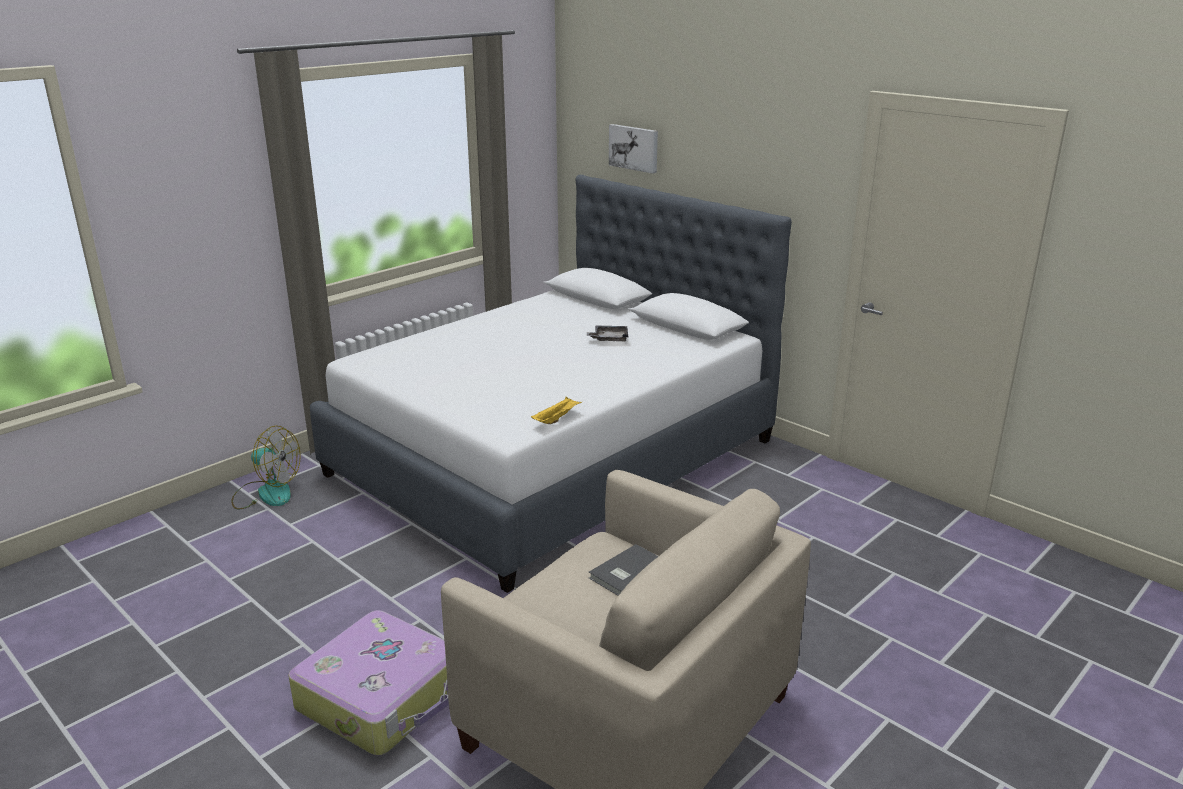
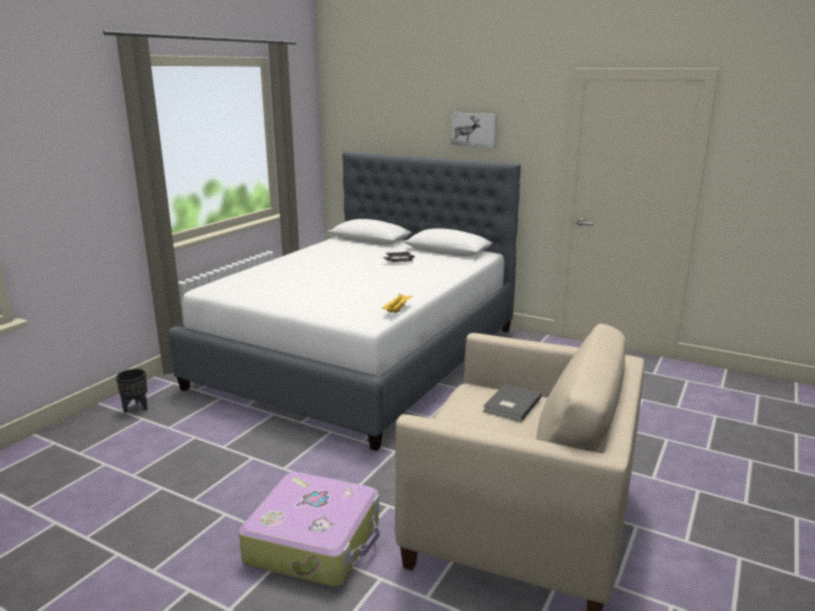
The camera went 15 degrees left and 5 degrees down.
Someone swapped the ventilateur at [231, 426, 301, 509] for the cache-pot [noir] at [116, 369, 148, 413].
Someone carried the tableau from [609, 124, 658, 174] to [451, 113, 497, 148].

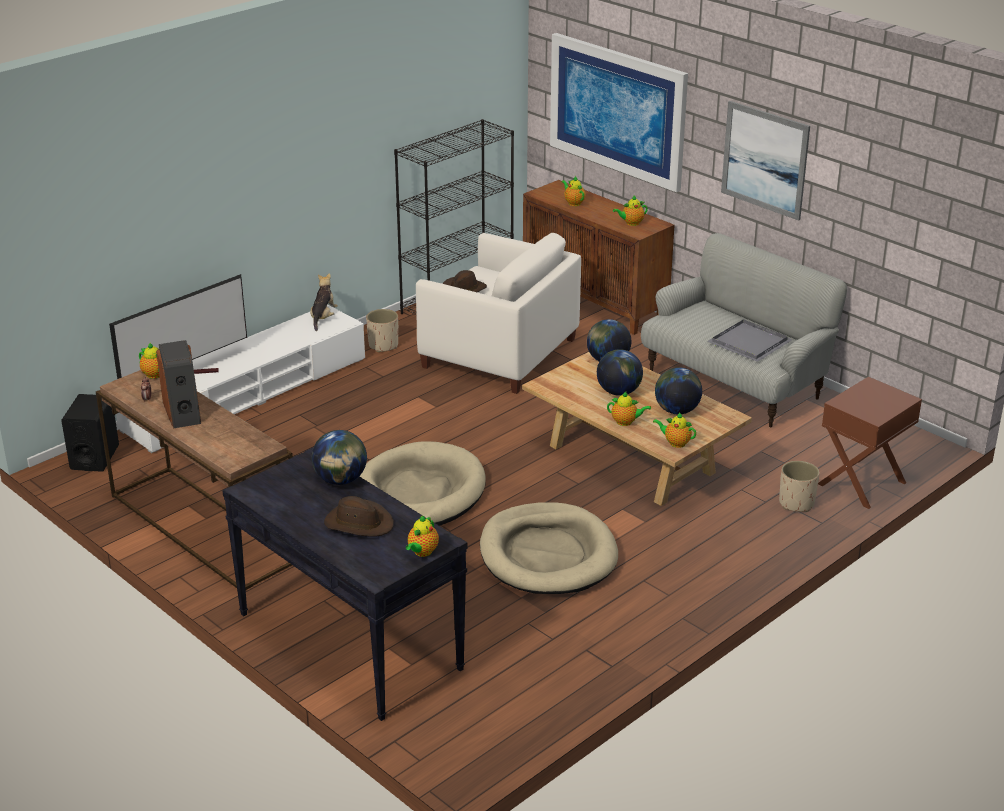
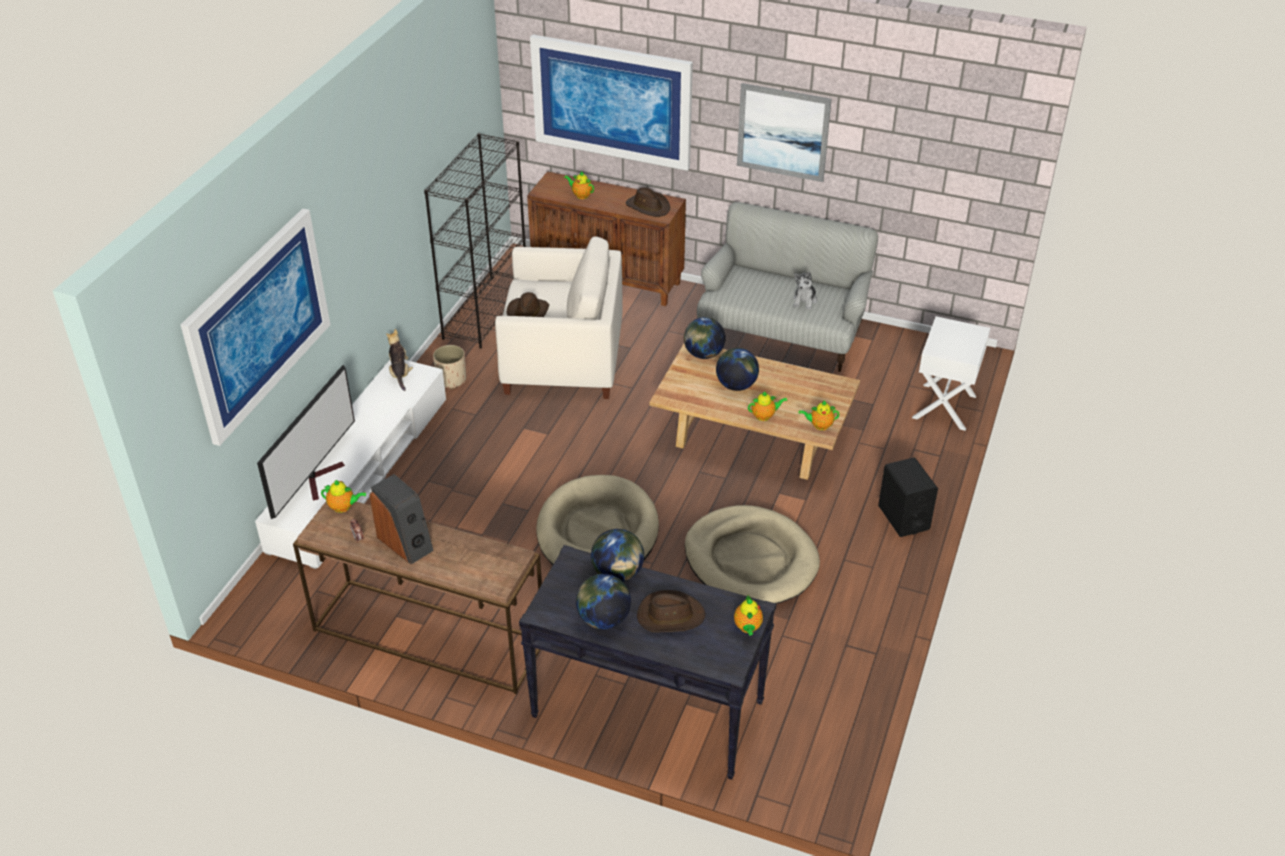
The camera went 25 degrees left and 10 degrees up.
Someone carried the enceinte [noir] from [61, 394, 119, 472] to [878, 457, 938, 537].
Someone swapped the théière at [613, 196, 648, 226] for the chapeau [marron] at [626, 187, 670, 217].
Someone carried the globe from [655, 367, 702, 414] to [576, 574, 631, 629].
Someone swapped the plateau [gris] at [707, 319, 792, 362] for the peluche at [793, 271, 817, 310].
Someone took away the cache-pot [beige] at [779, 461, 820, 512].
Someone repainted the table de chevet [marron] at [818, 377, 922, 509], which became the table de chevet [blanc] at [912, 316, 990, 431].
Someone put up the tableau at [181, 208, 330, 446].

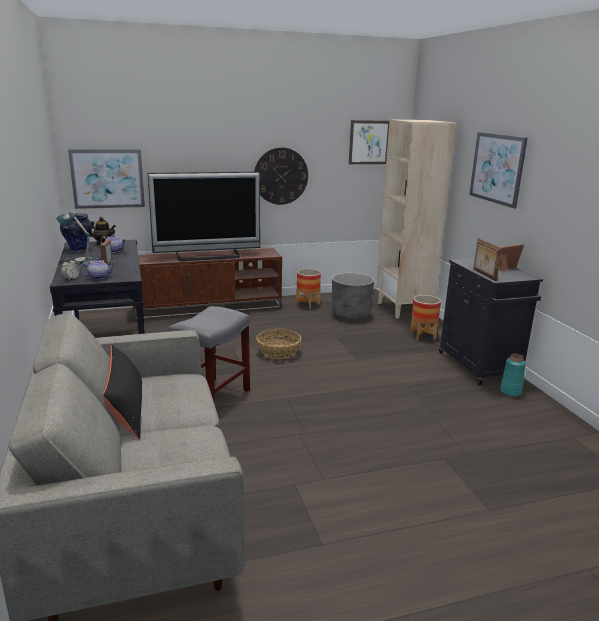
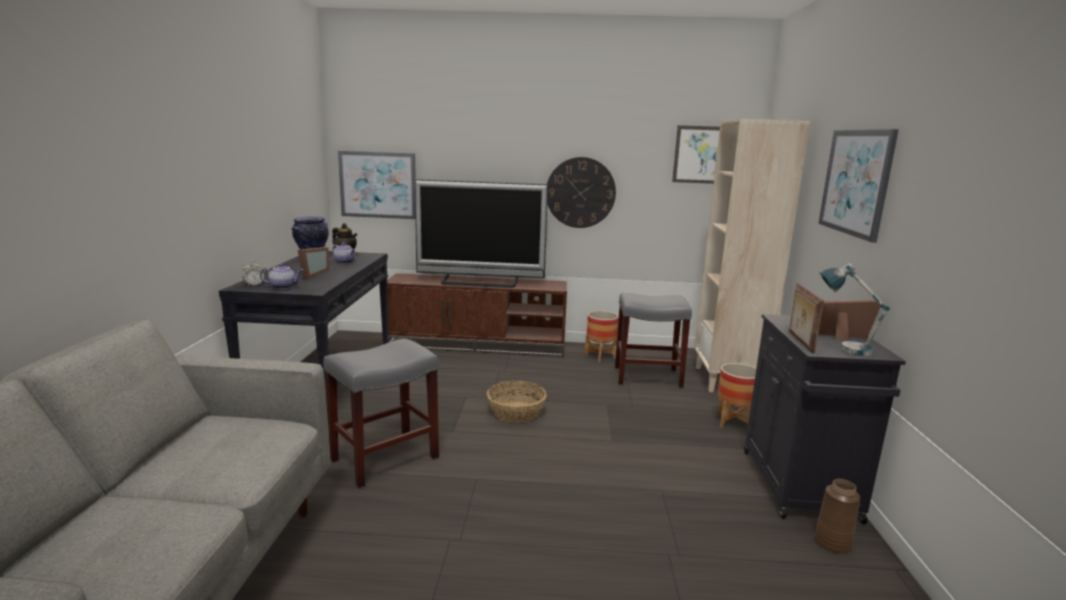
The camera went 20 degrees right and 5 degrees down.
Someone carried the lampe de table from [56, 211, 93, 264] to [819, 263, 890, 356].
Someone took away the coussin [noir] at [103, 344, 142, 439].
Someone swapped the cache-pot [gris] at [332, 273, 374, 320] for the tabouret [gris] at [615, 293, 692, 388].
Someone repainted the vase [turquoise] at [500, 354, 526, 397], which became the vase [marron] at [814, 479, 861, 553].

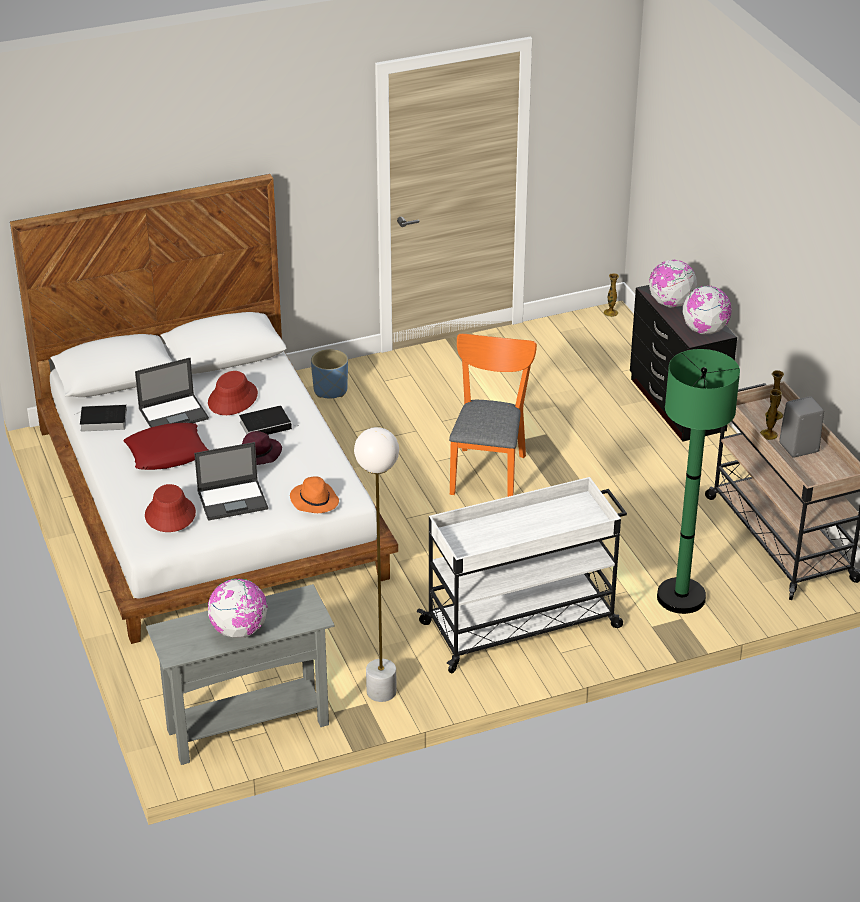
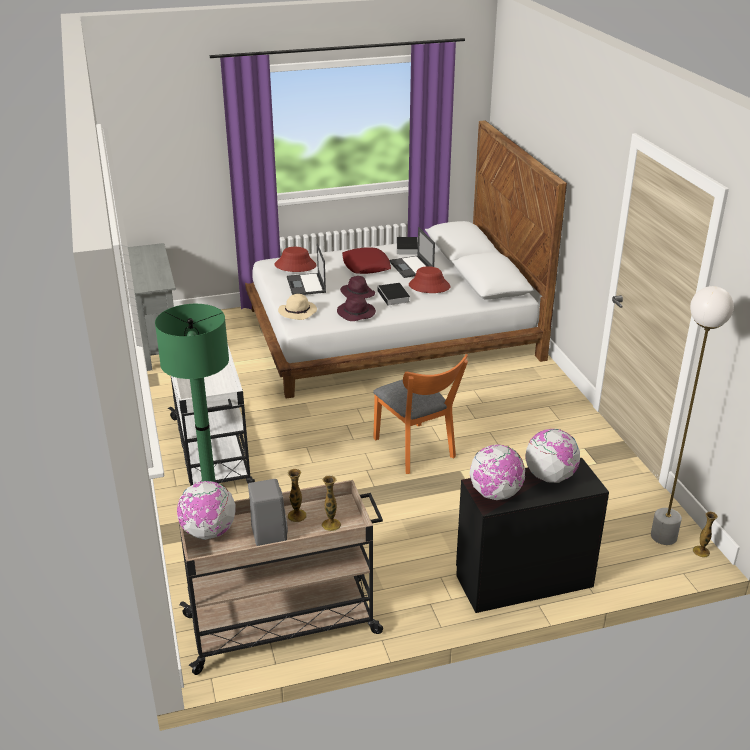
The camera went 95 degrees right and 5 degrees down.
Someone carried the globe from [208, 578, 268, 638] to [177, 481, 236, 540].
Someone repainted the chapeau [orange] at [290, 476, 339, 513], which became the chapeau [beige] at [278, 294, 317, 320].
Someone took away the cache-pot [bleu] at [311, 349, 348, 398].
Someone carried the lampadaire [blanc] from [354, 427, 399, 702] to [651, 286, 734, 545].
Someone rotated the chaise [orange] at [449, 334, 537, 497] by 45 degrees clockwise.
Someone put down the chapeau [violet] at [337, 295, 376, 321].

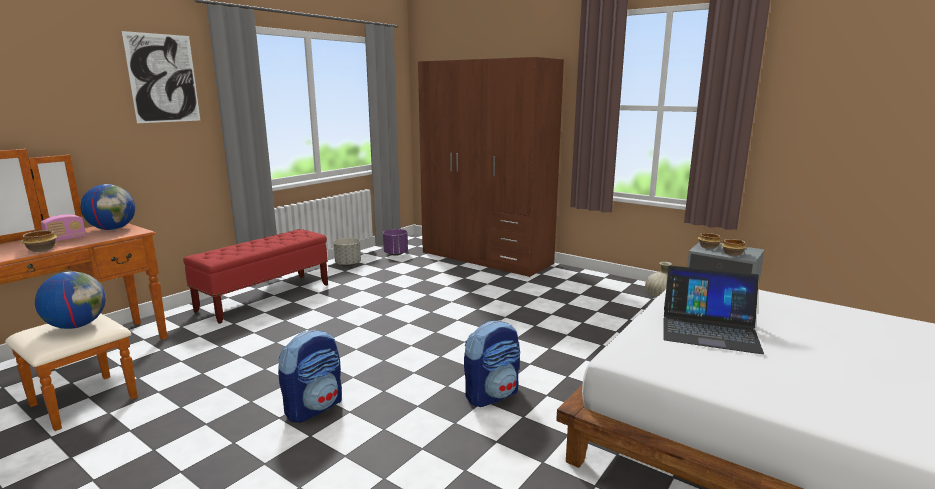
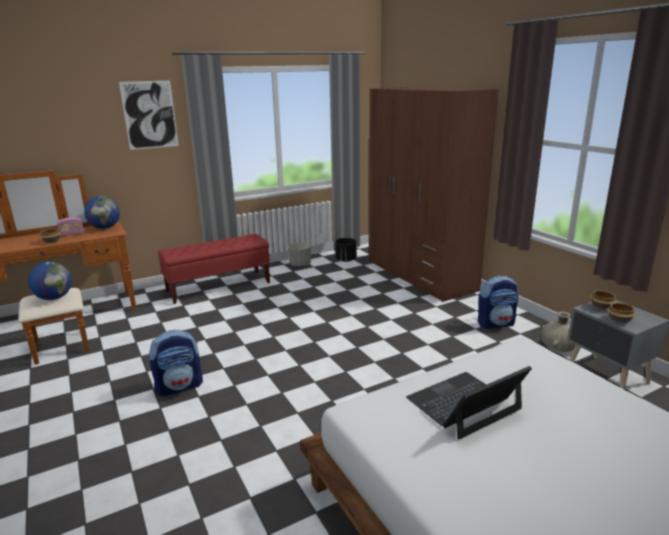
The camera went 25 degrees right and 5 degrees up.
Someone repainted the cache-pot [violet] at [383, 229, 408, 256], which became the cache-pot [noir] at [335, 238, 357, 262].
Someone carried the sac à dos from [464, 320, 520, 407] to [478, 276, 518, 329].
Someone rotated the ordinateur portable at [663, 266, 764, 354] by 105 degrees clockwise.

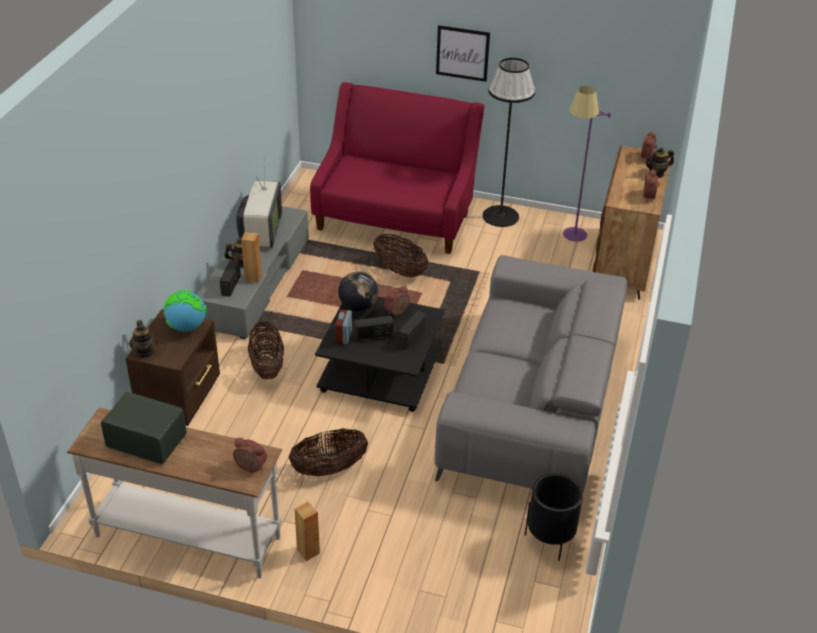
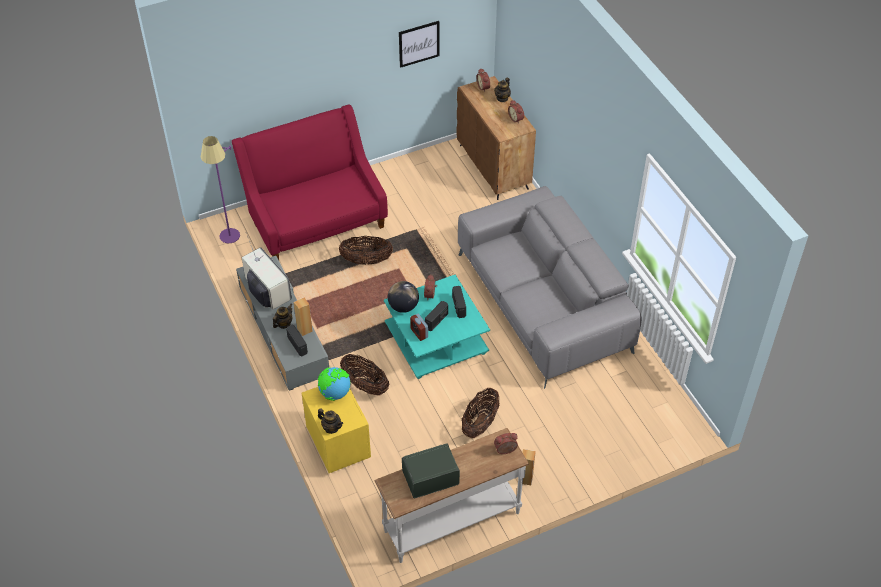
The camera went 40 degrees left and 10 degrees up.
Someone repainted the table de chevet [marron] at [126, 309, 220, 426], which became the table de chevet [jaune] at [302, 387, 371, 473].
Someone repainted the table basse [noir] at [315, 297, 445, 412], which became the table basse [turquoise] at [384, 275, 490, 379].
Someone carried the tableau from [436, 25, 490, 82] to [399, 21, 439, 68].
Someone took away the lampadaire [noir] at [482, 58, 535, 227].
Someone took away the cache-pot [noir] at [525, 473, 583, 561].
Someone carried the lampadaire [violet] from [563, 86, 611, 242] to [201, 136, 240, 243].

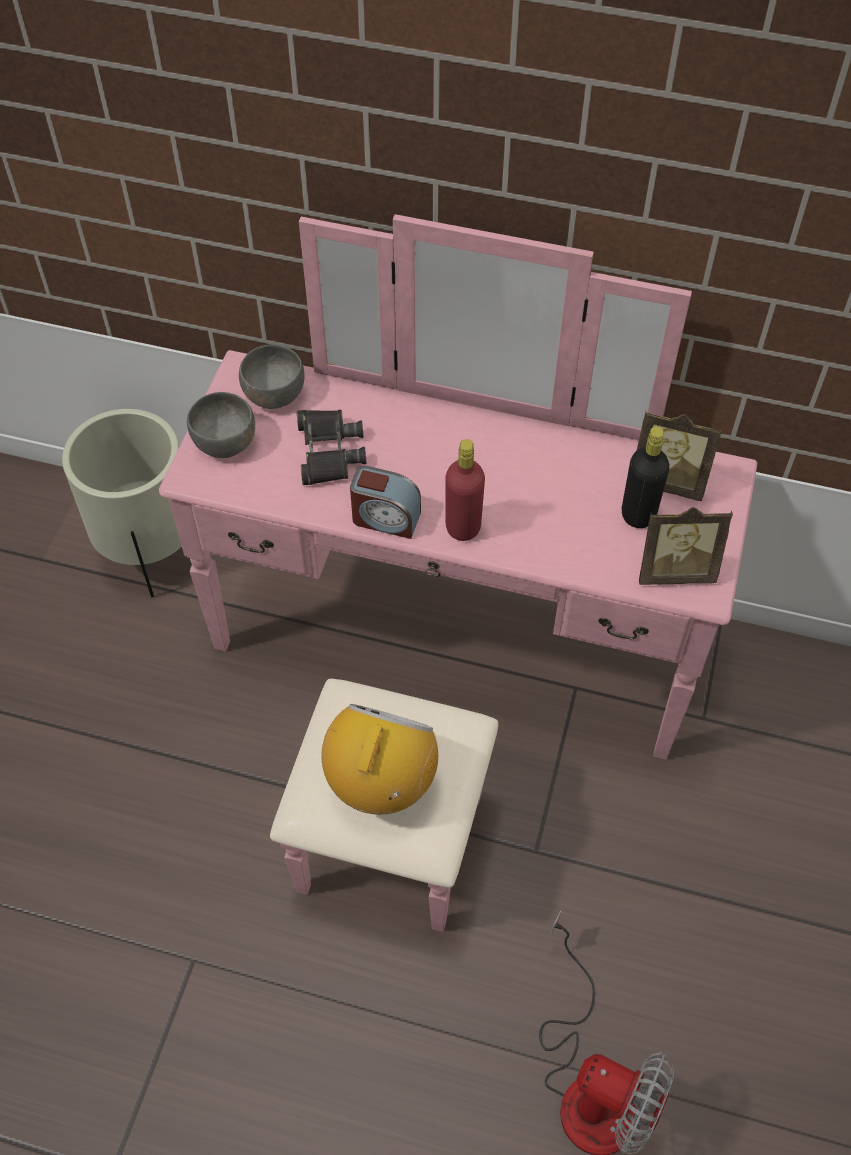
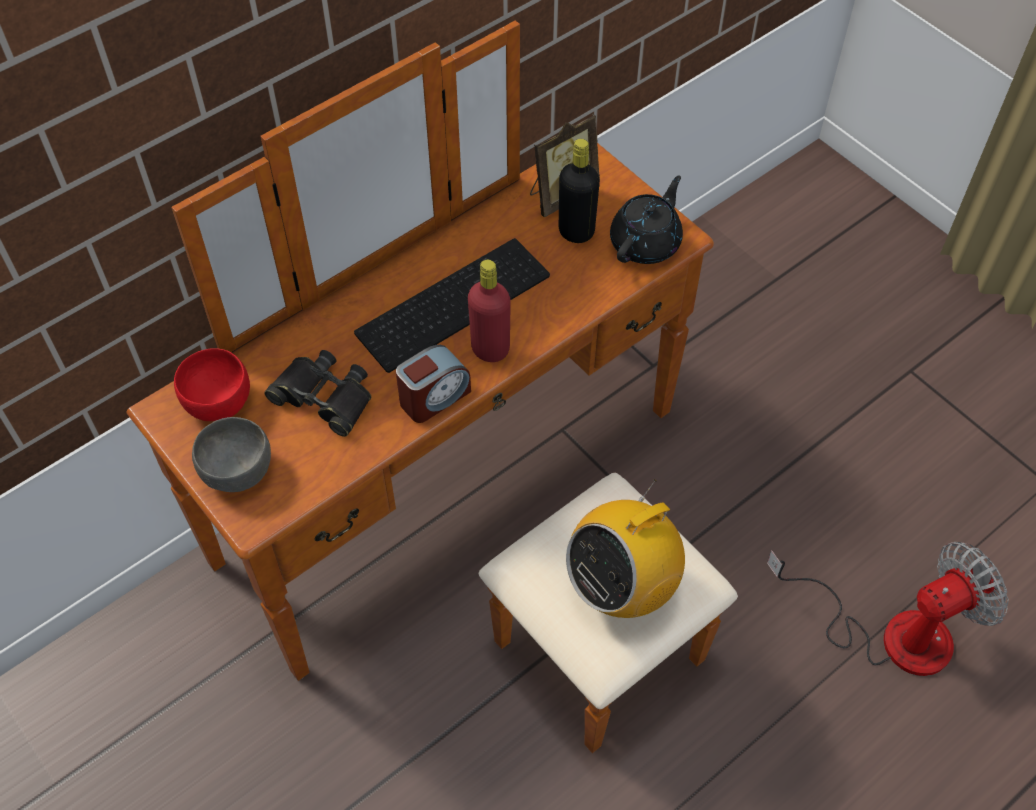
The camera went 55 degrees left and 0 degrees up.
Someone took away the cache-pot [beige] at [62, 409, 182, 598].
Someone repainted the commode [rose] at [159, 214, 758, 932], which became the commode [marron] at [126, 21, 738, 753].
Someone repainted the bol [gris] at [239, 345, 305, 409], which became the bol [rouge] at [174, 348, 250, 421].
Someone rotated the radio at [321, 704, 438, 815] by 90 degrees counterclockwise.
Someone swapped the cadre photo at [639, 507, 733, 585] for the théière [noir] at [610, 175, 683, 264].
Someone put down the clavier at [354, 238, 550, 373].

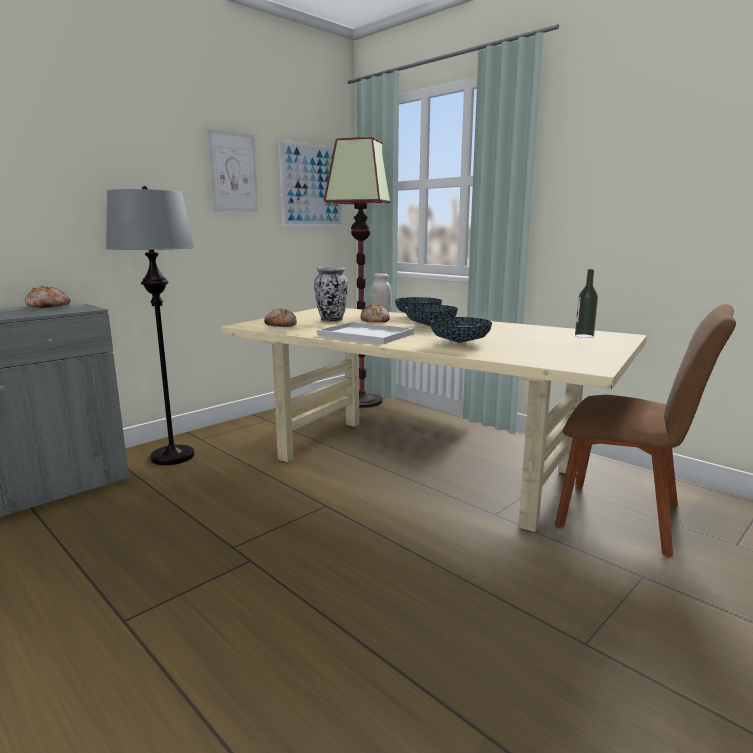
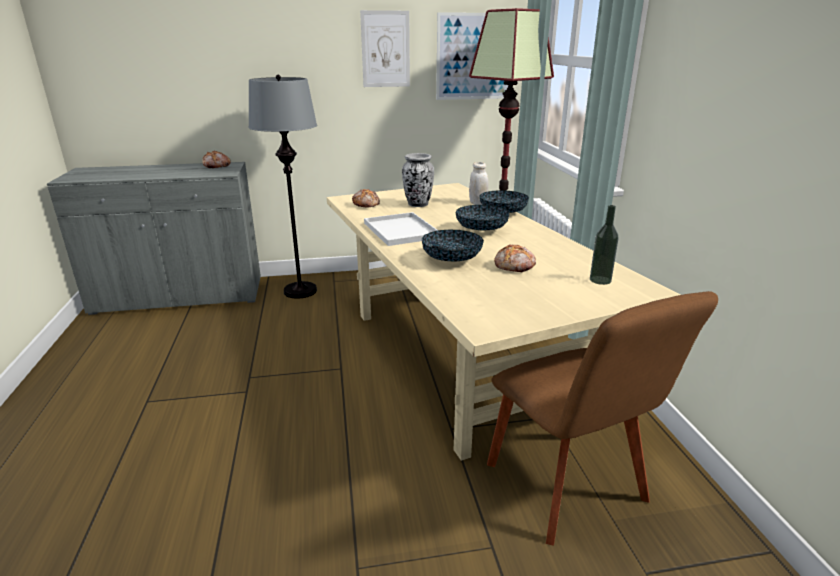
The camera went 35 degrees right and 10 degrees up.
Someone carried the pain from [360, 304, 390, 322] to [494, 244, 536, 272].

